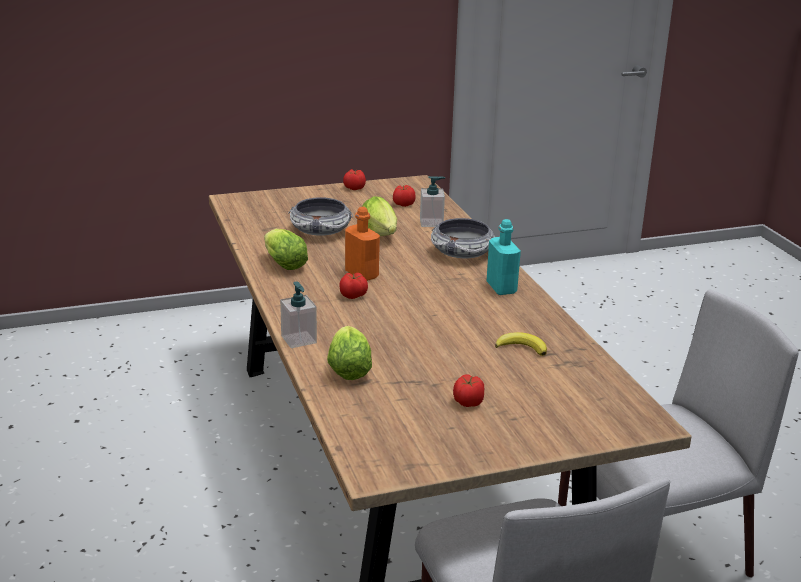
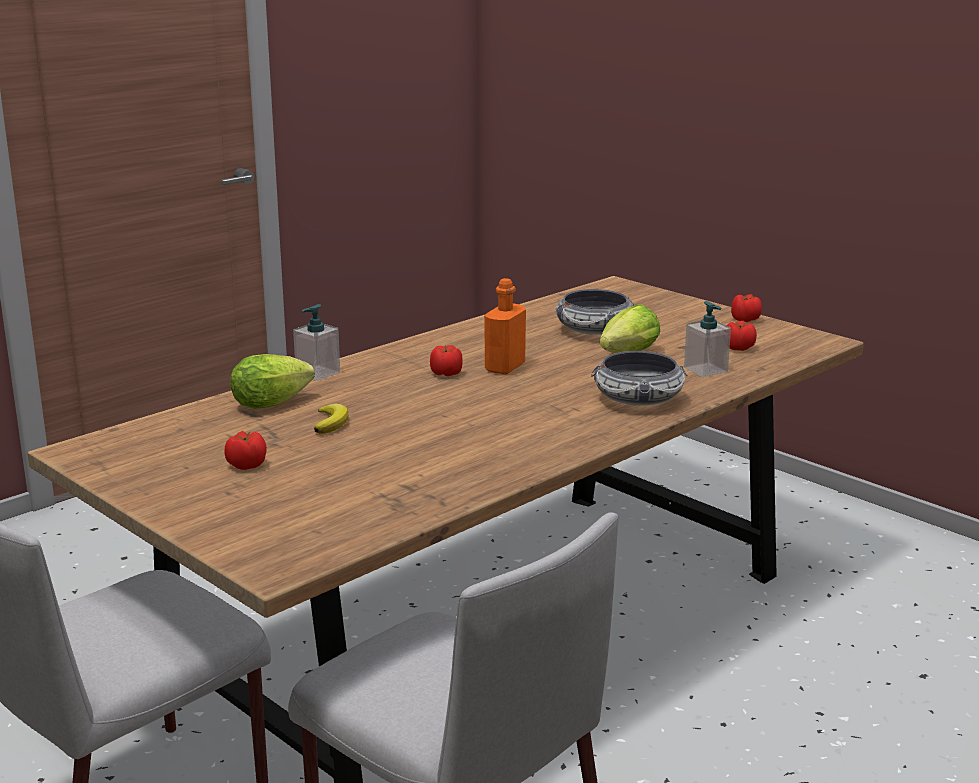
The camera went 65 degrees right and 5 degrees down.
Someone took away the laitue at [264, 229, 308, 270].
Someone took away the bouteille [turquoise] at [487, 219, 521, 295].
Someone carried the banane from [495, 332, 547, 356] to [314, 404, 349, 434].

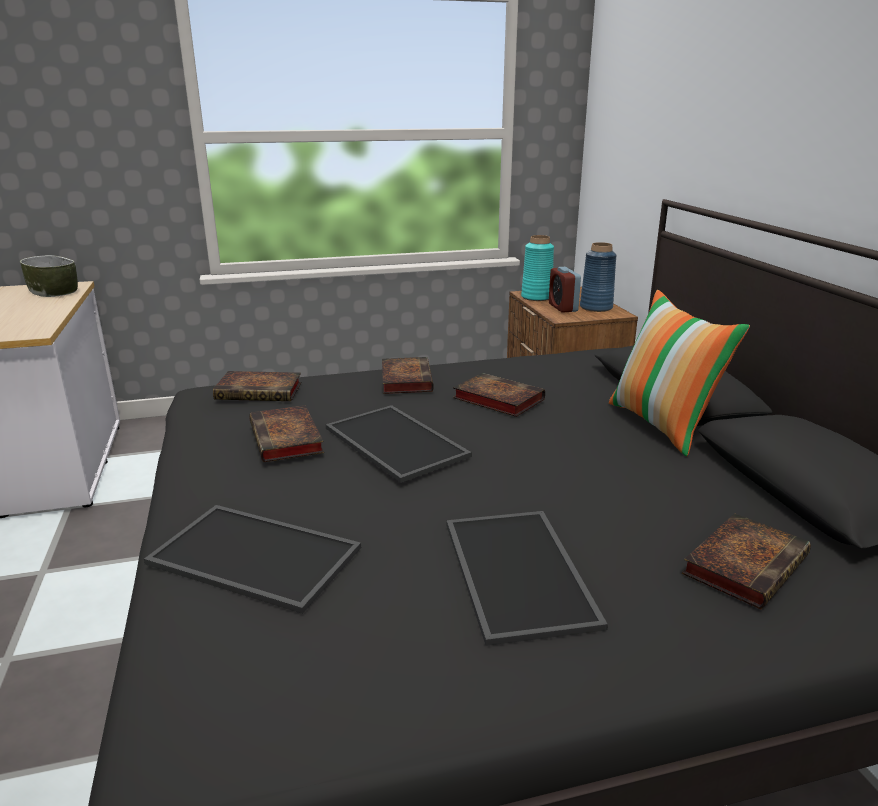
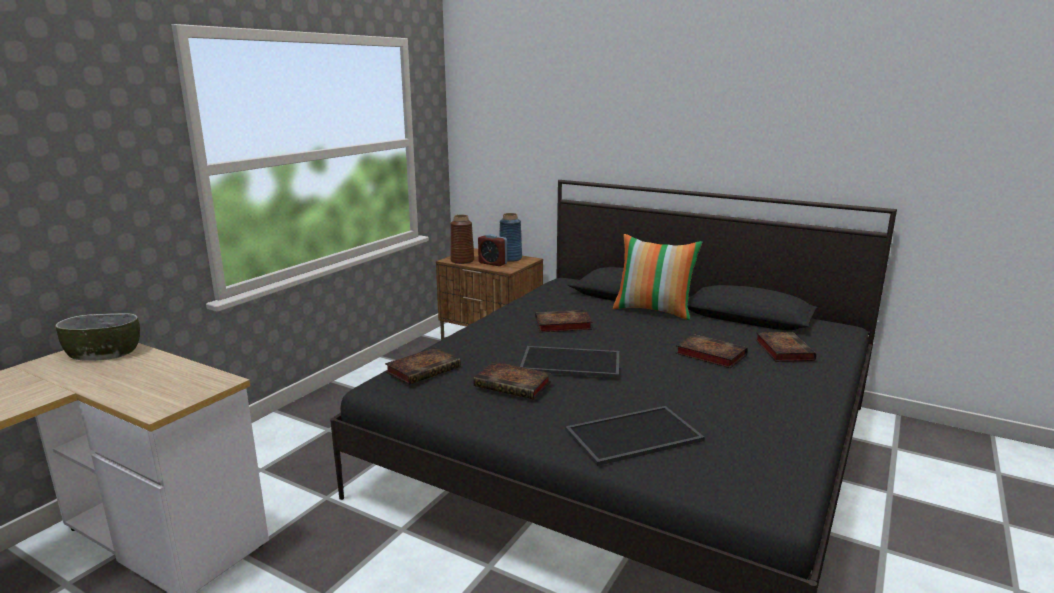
The camera went 45 degrees left and 5 degrees down.
Someone carried the livre from [382, 357, 434, 394] to [676, 334, 748, 368].
Someone took away the plateau at [446, 511, 608, 646].
Someone repainted the vase [turquoise] at [521, 235, 554, 301], which became the vase [marron] at [451, 215, 474, 264].

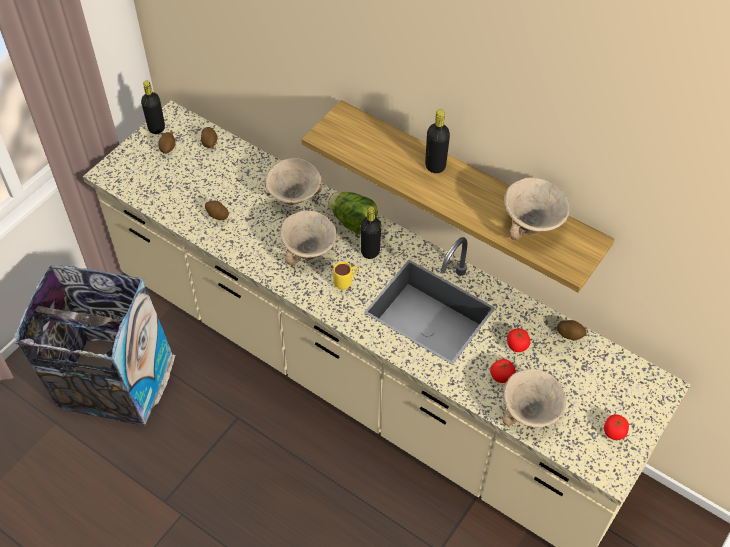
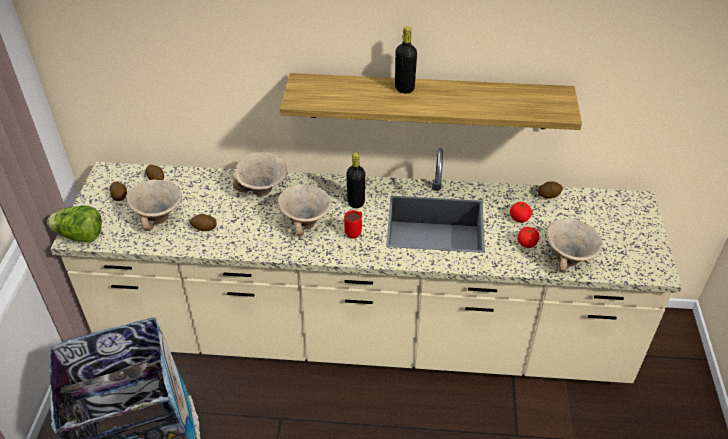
The camera went 30 degrees left and 10 degrees down.
Someone took away the bouteille [noir] at [141, 80, 165, 134].
Someone carried the laitue from [328, 192, 378, 235] to [47, 206, 102, 243].
Someone repainted the mug [jaune] at [333, 262, 358, 290], which became the mug [rouge] at [344, 210, 362, 239].
Someone carried the bol [beige] from [504, 178, 570, 240] to [126, 180, 182, 231].
Someone took away the tomate at [604, 414, 629, 440].

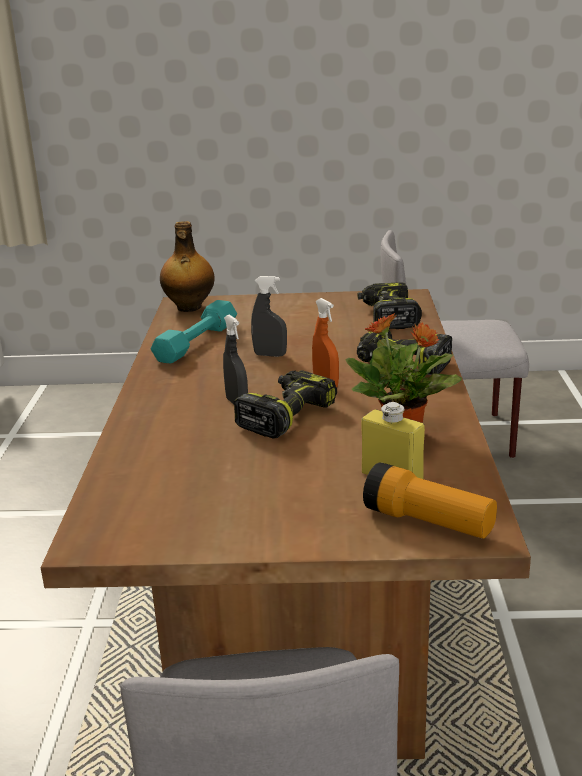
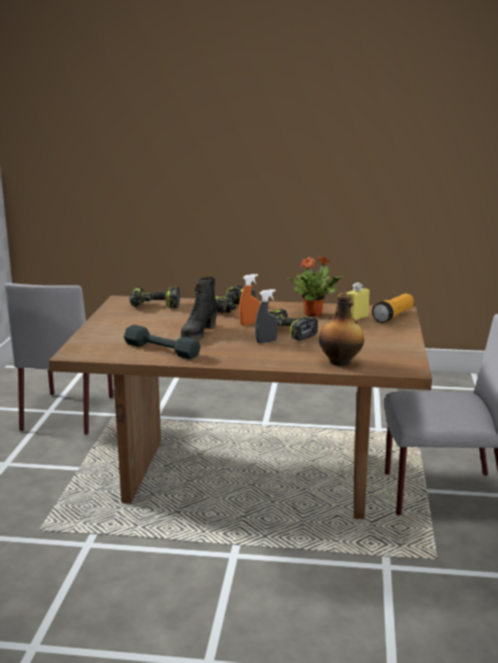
The camera went 85 degrees left and 5 degrees down.
Someone repainted the haltère [turquoise] at [151, 300, 237, 363], which became the haltère [gris] at [124, 325, 201, 359].
Someone carried the bouteille from [160, 221, 215, 312] to [319, 293, 364, 366].
Someone swapped the vaporisateur [gris] at [251, 276, 287, 357] for the botte [noir] at [181, 277, 217, 339].

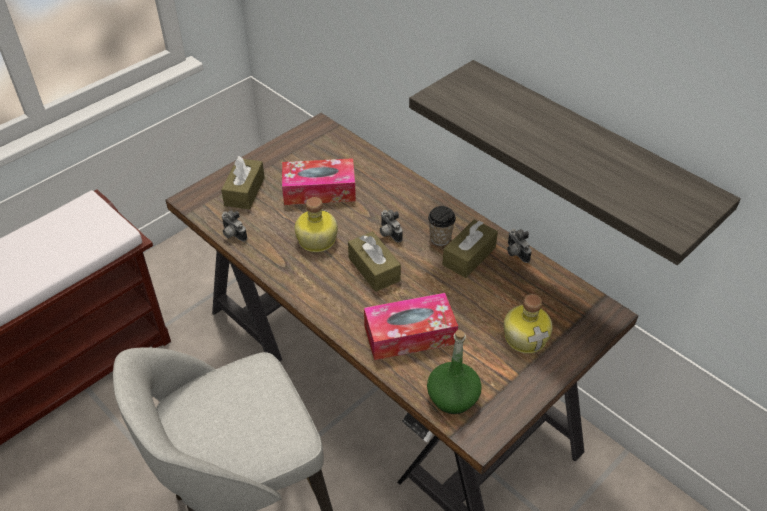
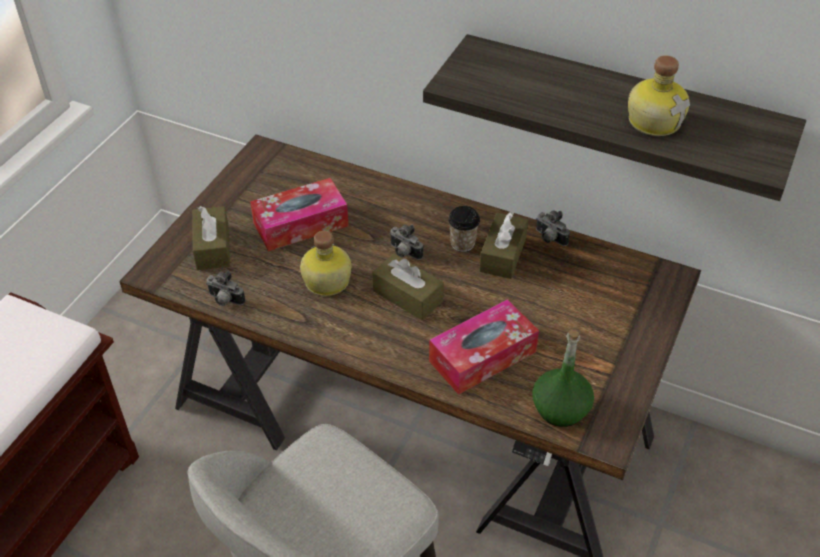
The camera went 20 degrees left and 0 degrees up.
Someone carried the bouteille from [504, 294, 553, 354] to [628, 55, 690, 136].

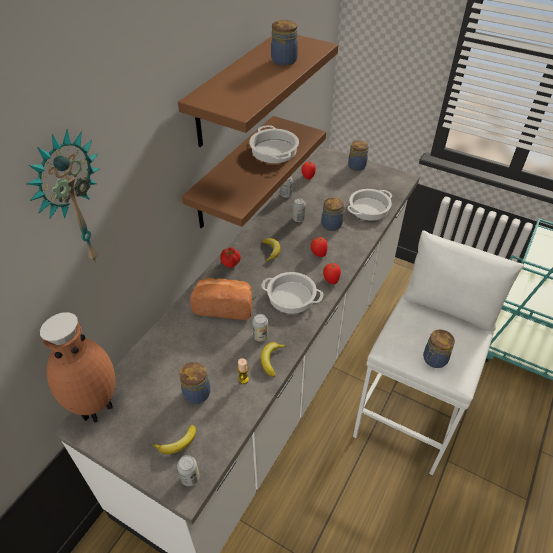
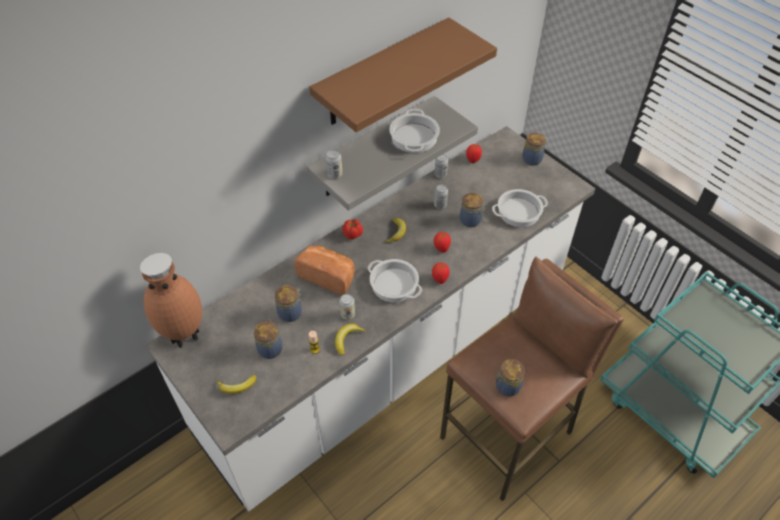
The camera went 20 degrees right and 5 degrees up.
Someone took away the horloge murale at [26, 129, 100, 262].
Someone carried the boîte métallique from [177, 455, 199, 486] to [326, 150, 342, 179].
Someone repainted the étagère [marron] at [182, 116, 326, 228], which became the étagère [gris] at [306, 96, 478, 211].
Someone carried the bocal from [271, 20, 298, 66] to [275, 285, 303, 322].
Someone repainted the tabouret [blanc] at [353, 231, 524, 476], which became the tabouret [marron] at [440, 257, 624, 501].

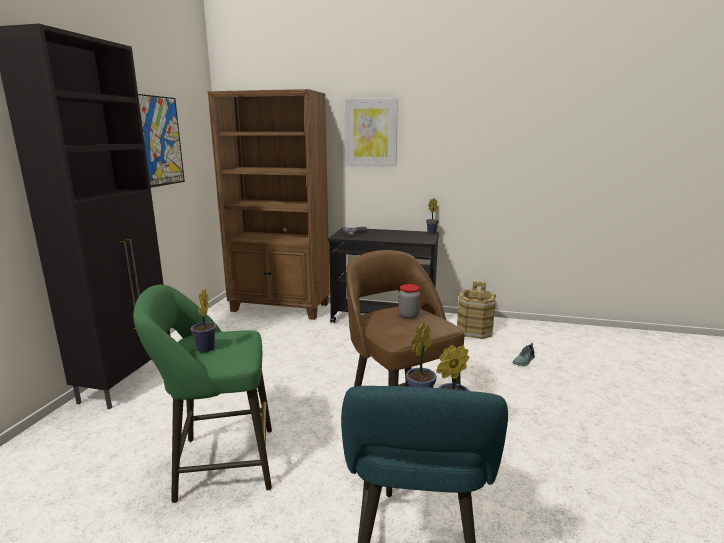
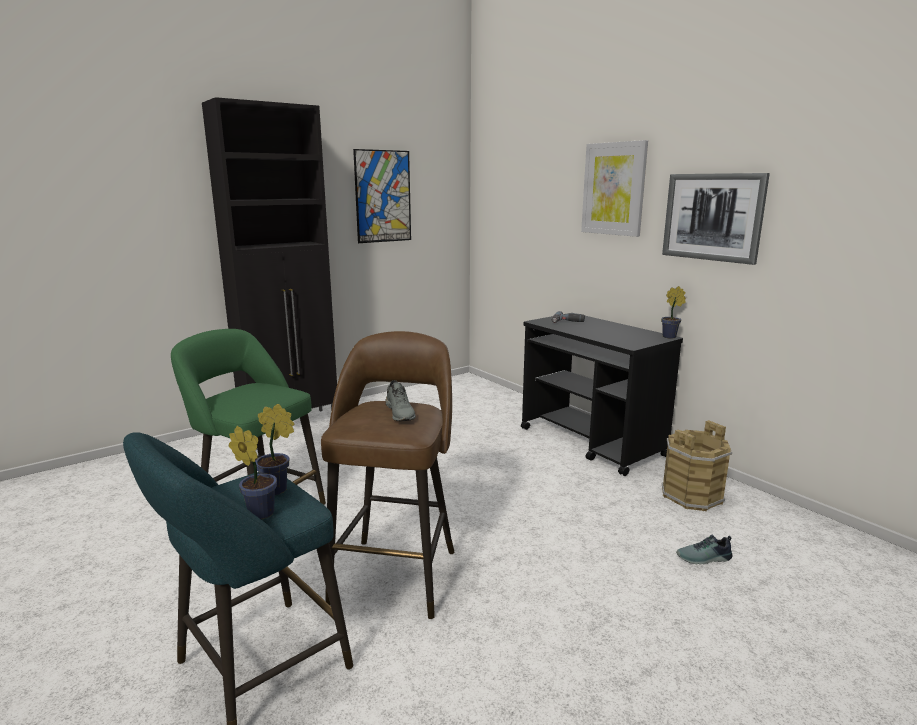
The camera went 40 degrees right and 0 degrees up.
Someone took away the plante en pot at [191, 288, 216, 352].
Someone took away the bibliothèque [marron] at [208, 89, 330, 320].
Someone swapped the bocal at [398, 284, 420, 319] for the chaussure [gris] at [385, 380, 416, 421].
Someone put up the tableau at [662, 173, 770, 265].

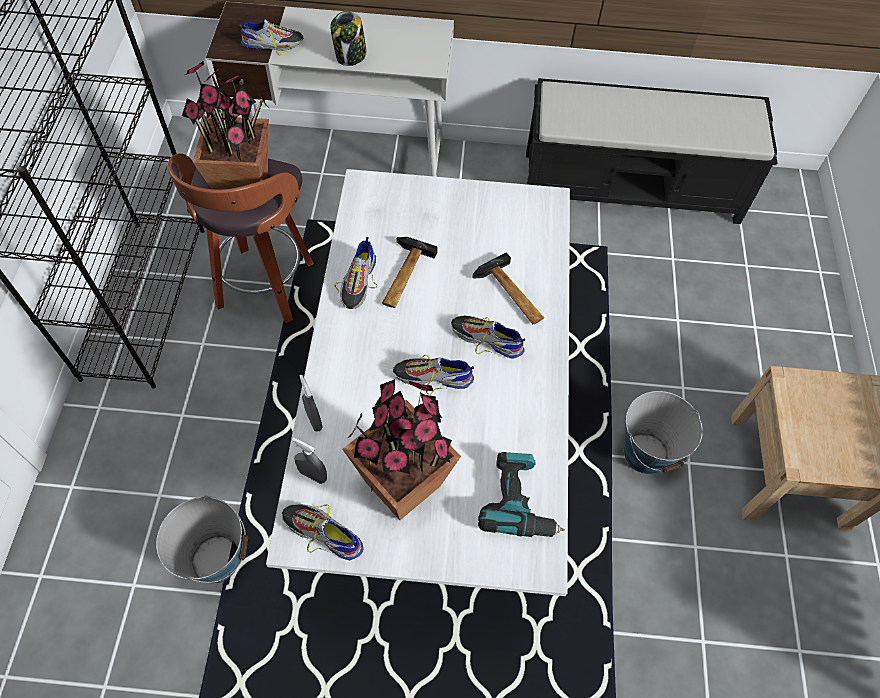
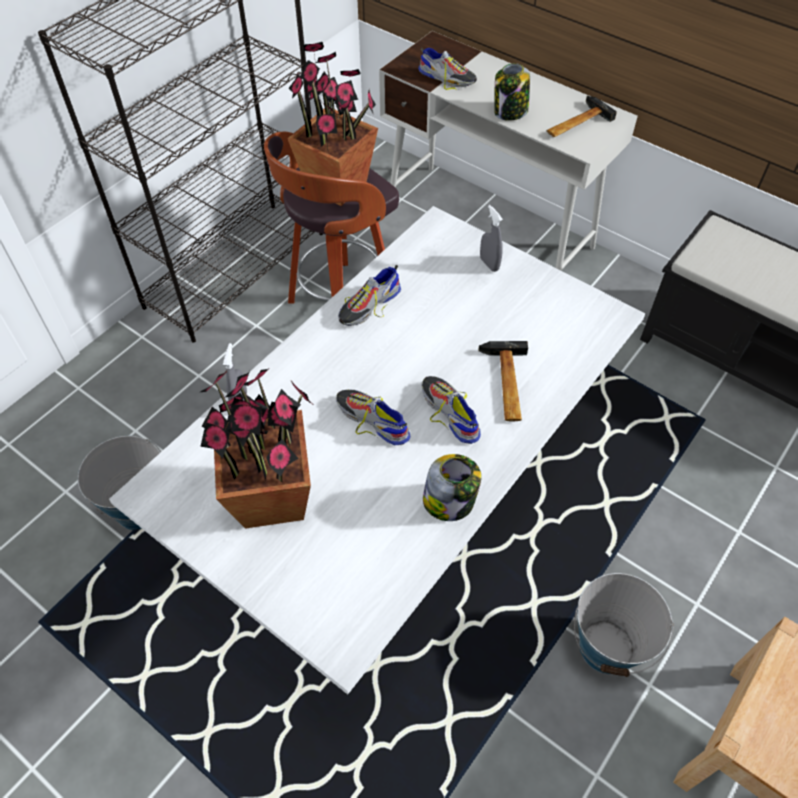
The camera went 35 degrees right and 5 degrees down.
Someone took away the chaussure at [282, 504, 364, 560].
Someone carried the vaporisateur [gris] from [291, 437, 327, 484] to [480, 205, 503, 272].
Someone carried the marteau from [382, 237, 438, 308] to [547, 96, 617, 137].
Someone took away the perceuse at [478, 452, 565, 537].
Someone put down the bocal at [423, 454, 482, 521].

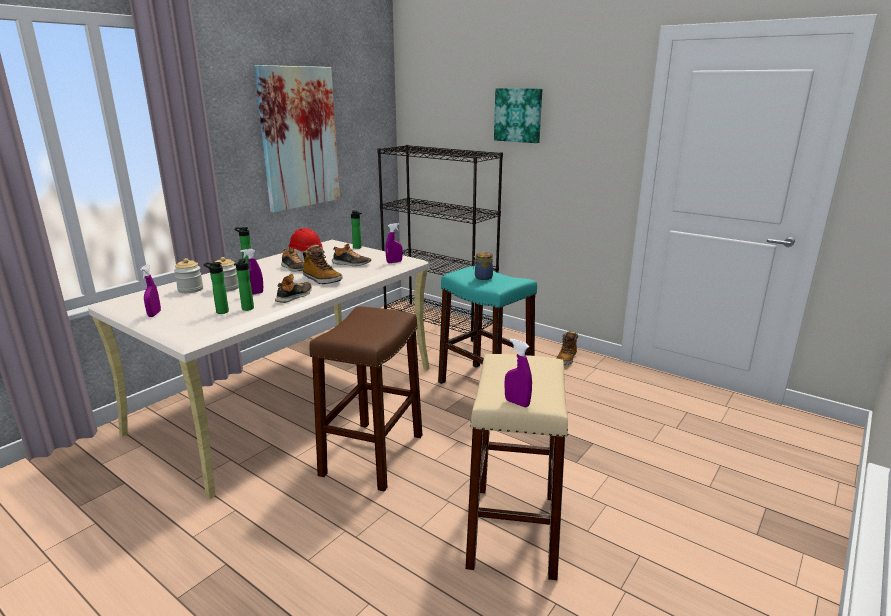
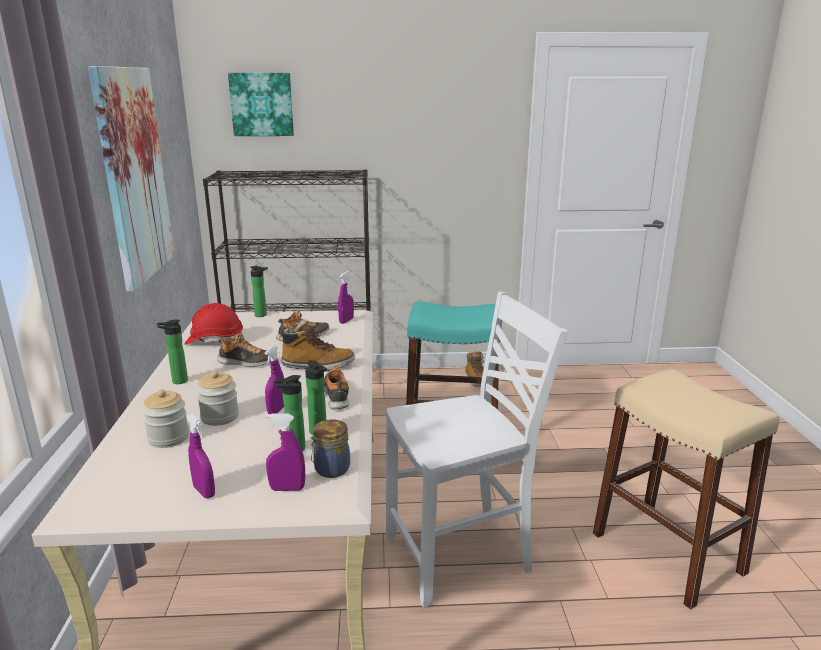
The camera went 40 degrees left and 0 degrees up.
Someone swapped the tabouret [marron] at [309, 307, 422, 492] for the chaise [blanc] at [386, 292, 568, 608].
Someone carried the bocal from [473, 252, 493, 280] to [311, 419, 350, 478].
Someone carried the tableau from [494, 88, 542, 143] to [228, 73, 294, 136].
Someone carried the vaporisateur [violet] from [504, 339, 532, 407] to [266, 413, 305, 491].

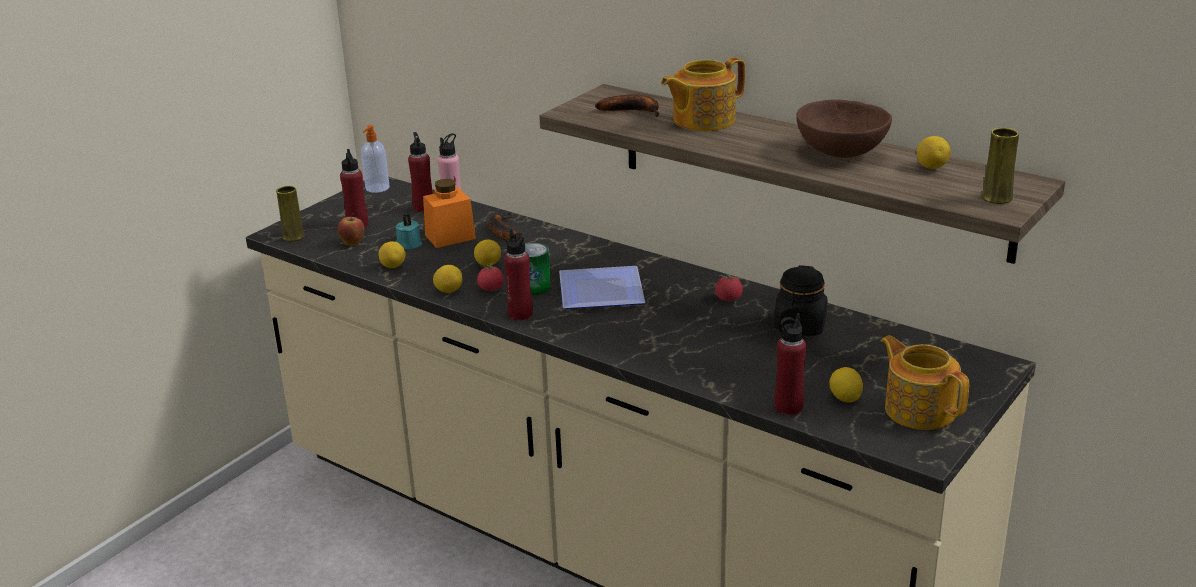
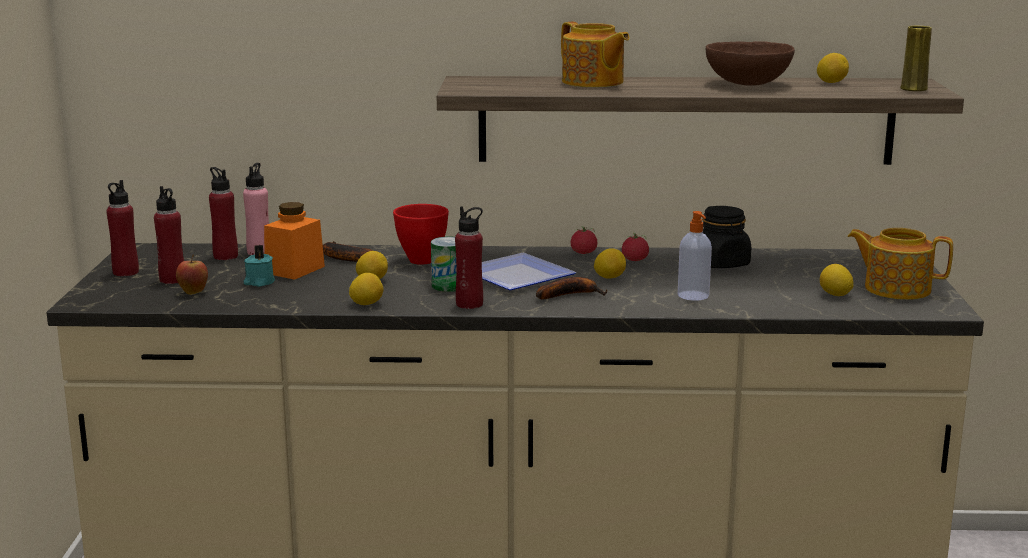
The camera went 35 degrees left and 10 degrees down.
Someone took away the vase [jaune] at [276, 186, 305, 241].
Someone carried the distributeur de savon from [361, 125, 390, 193] to [678, 211, 712, 301].
Someone carried the citron from [378, 241, 405, 268] to [594, 248, 626, 279].
Someone carried the tomate from [477, 263, 504, 291] to [571, 226, 597, 254].
Someone carried the banane from [595, 94, 659, 117] to [536, 277, 607, 300].
Someone rotated the théière at [661, 57, 745, 131] by 60 degrees counterclockwise.
Someone carried the bouteille [rouge] from [775, 313, 806, 415] to [106, 180, 139, 276].
Someone put down the bol [rouge] at [393, 204, 449, 265].

